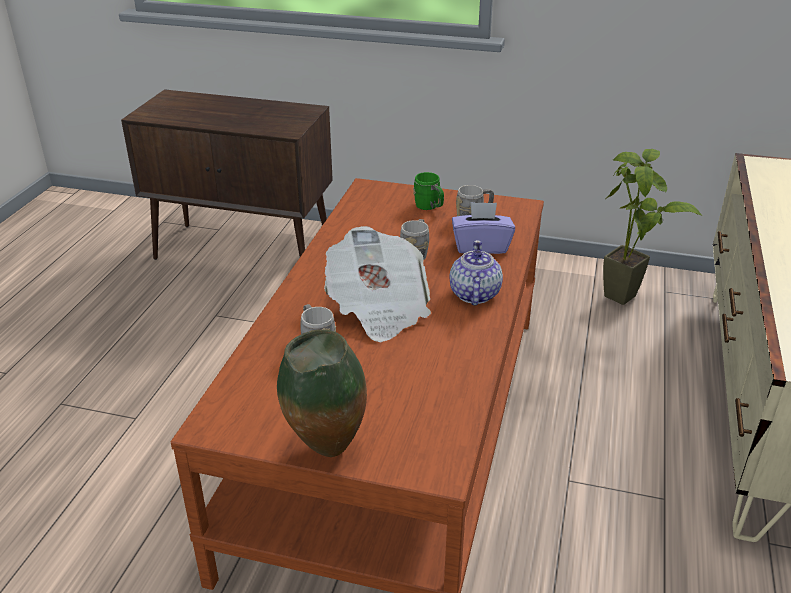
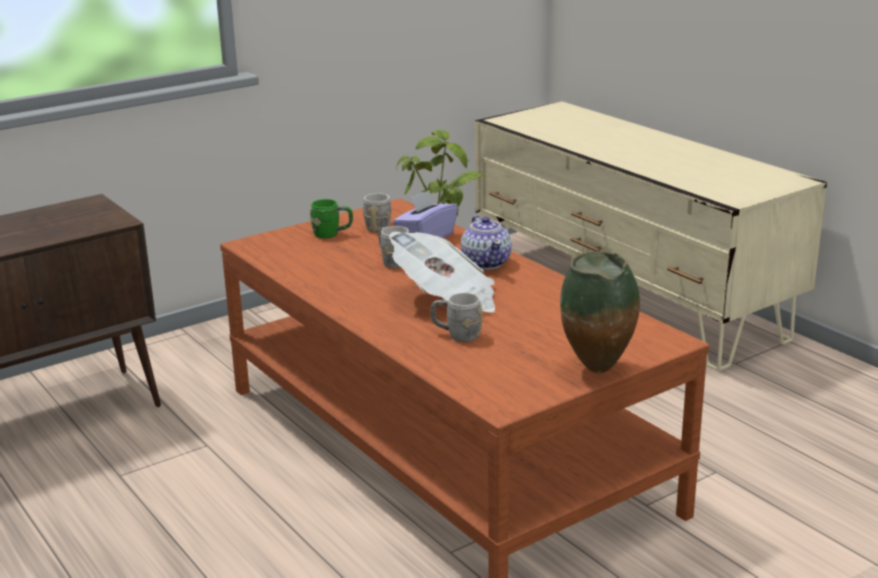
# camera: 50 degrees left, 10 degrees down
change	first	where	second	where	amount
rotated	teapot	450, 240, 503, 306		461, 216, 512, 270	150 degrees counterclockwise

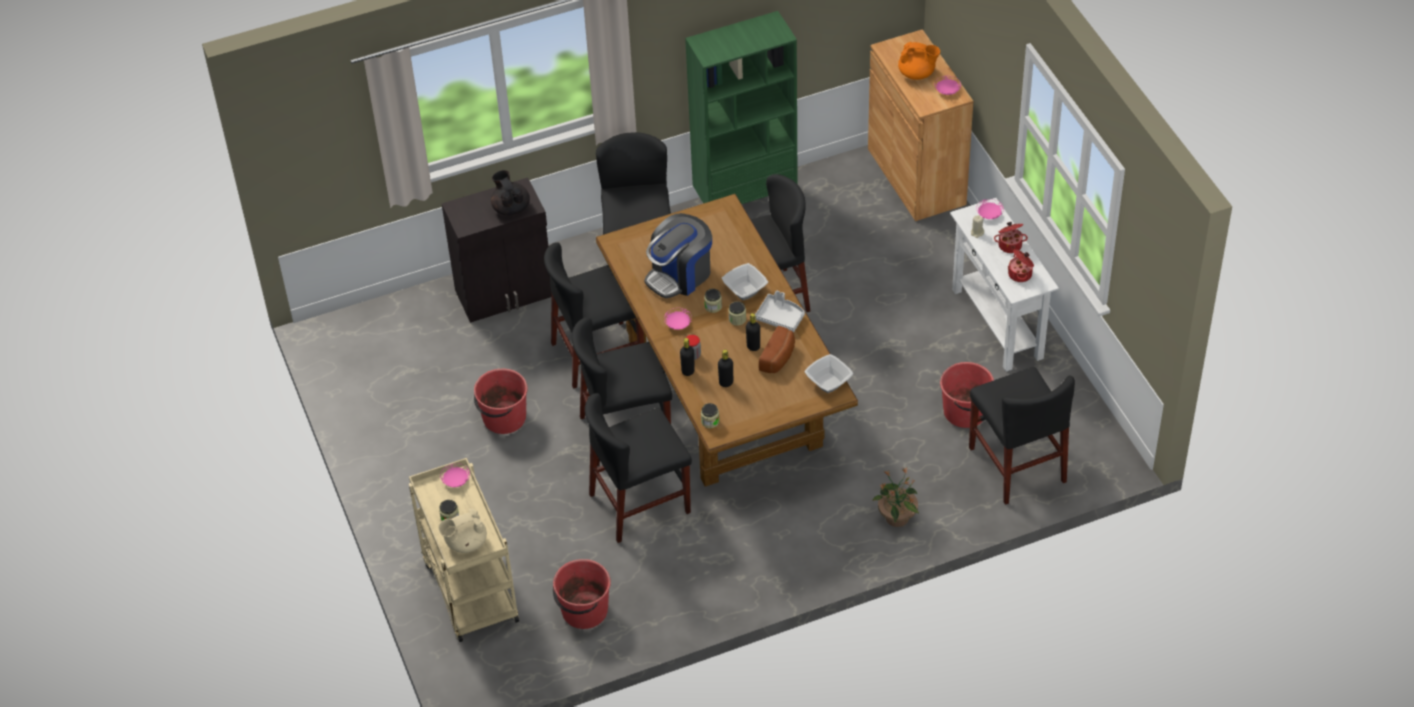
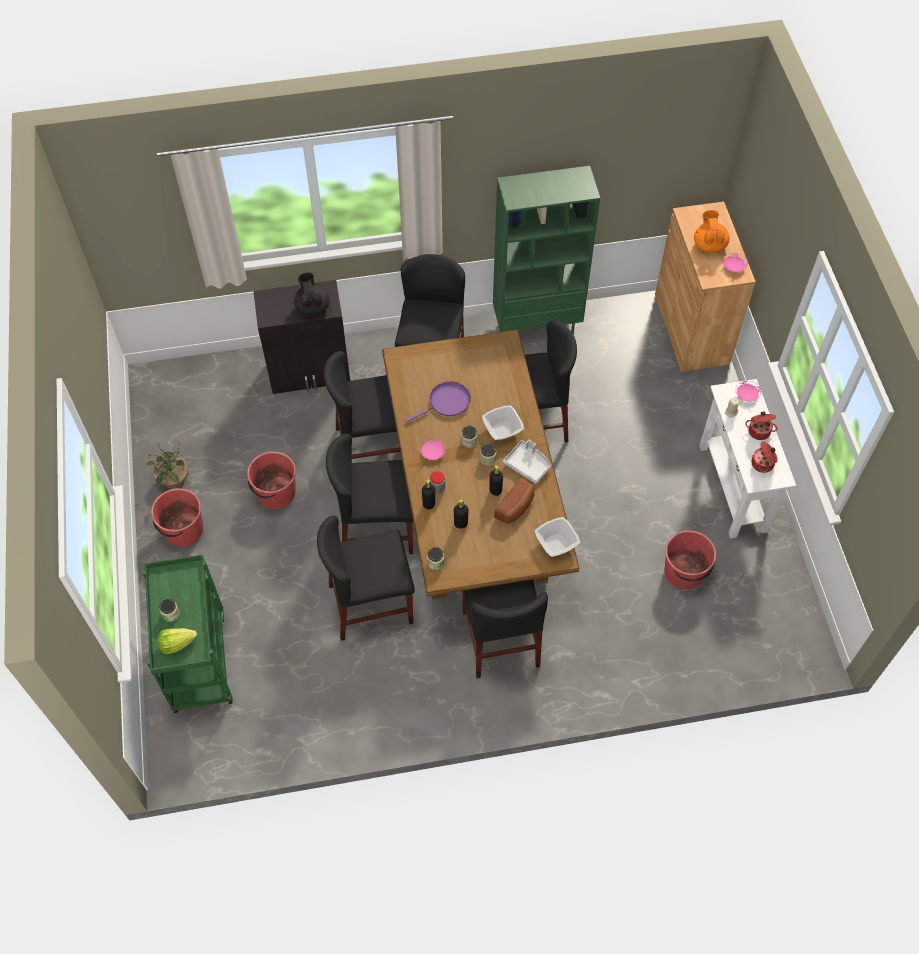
# camera: 10 degrees right, 10 degrees up
change	first	where	second	where	amount
repainted	cart (beige)	409, 458, 519, 642	cart (green)	142, 555, 233, 713	
swapped	teapot (beige)	439, 509, 487, 553	lettuce	157, 628, 197, 654	
gone	plate (pink)	440, 463, 470, 487			
shifted	bucket (red)	553, 559, 611, 629		151, 488, 203, 547	
swapped	coffee machine	644, 213, 712, 299	frying pan (purple)	405, 382, 471, 422	
shifted	potted plant	873, 468, 919, 527		146, 441, 189, 489	
rotated	teapot (orange)	898, 42, 940, 80		694, 210, 730, 253	120 degrees counterclockwise
shifted	chair (black)	969, 367, 1075, 505		462, 579, 548, 679	

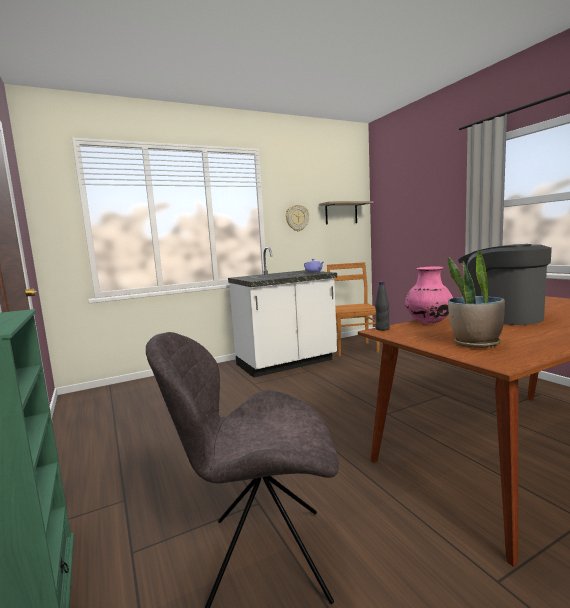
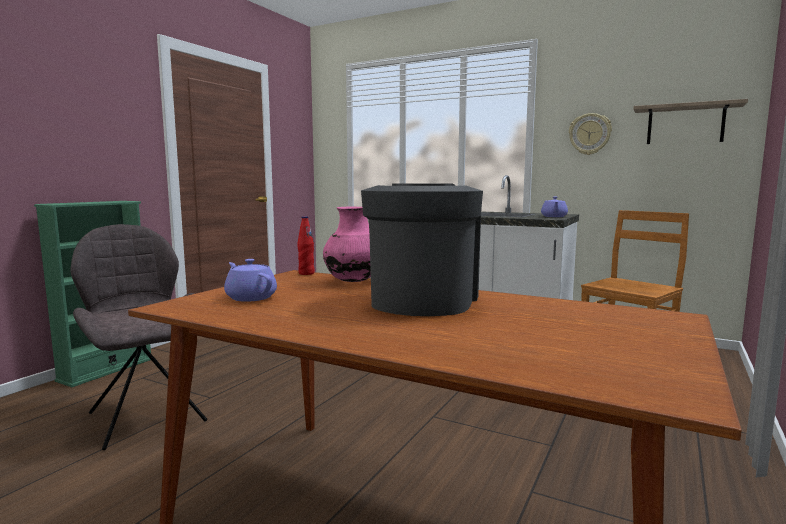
# camera: 55 degrees right, 0 degrees up
change	first	where	second	where	amount
repainted	bottle (black)	375, 281, 390, 331	bottle (red)	297, 216, 315, 275	
swapped	potted plant	448, 251, 505, 348	teapot (purple)	224, 259, 277, 302	

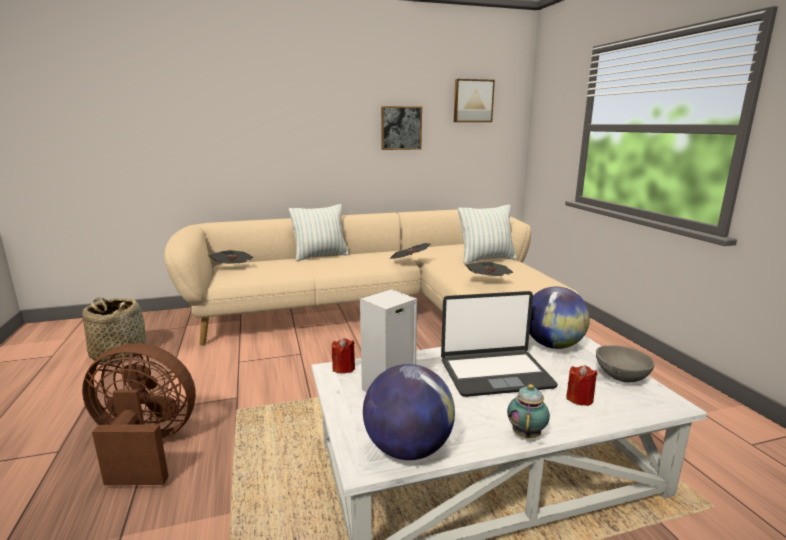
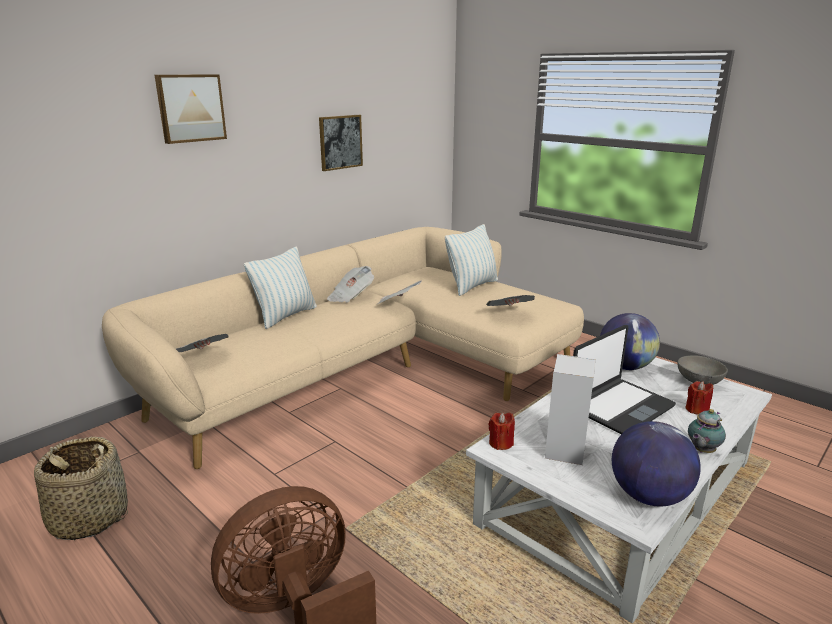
# camera: 30 degrees left, 5 degrees up
change	first	where	second	where	amount
shifted	picture	454, 79, 495, 122		155, 74, 227, 144	
rotated	teapot	507, 384, 550, 438		688, 409, 726, 453	120 degrees counterclockwise
new			newspaper	327, 266, 374, 303	

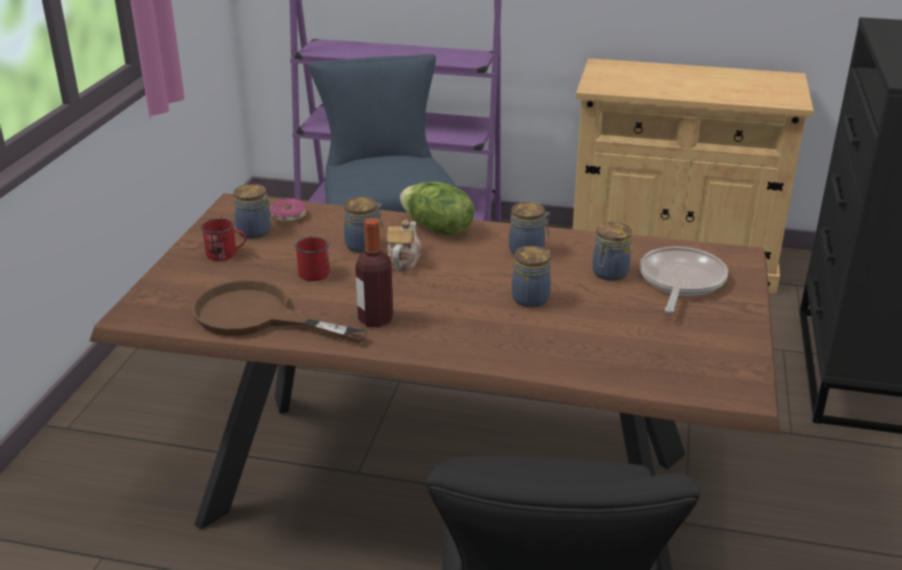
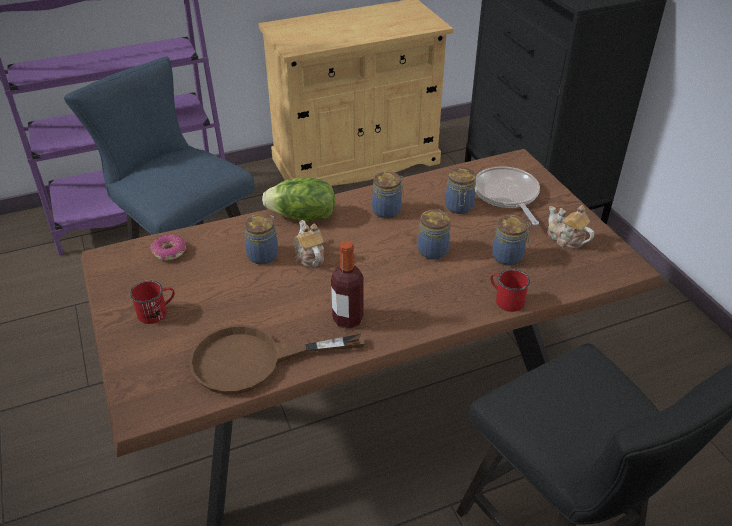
# camera: 35 degrees left, 10 degrees up
change	first	where	second	where	amount
shifted	jar	233, 184, 272, 239		492, 215, 531, 266	
shifted	mug (red)	295, 236, 330, 281		490, 269, 530, 312	
new			teapot	547, 205, 594, 248	

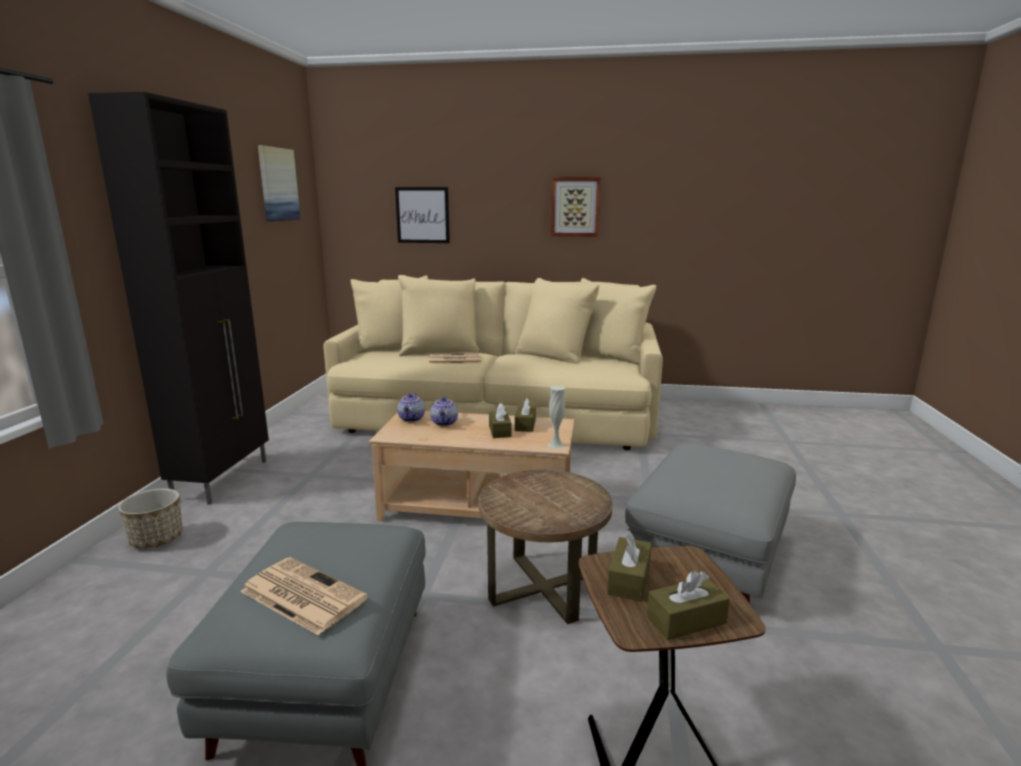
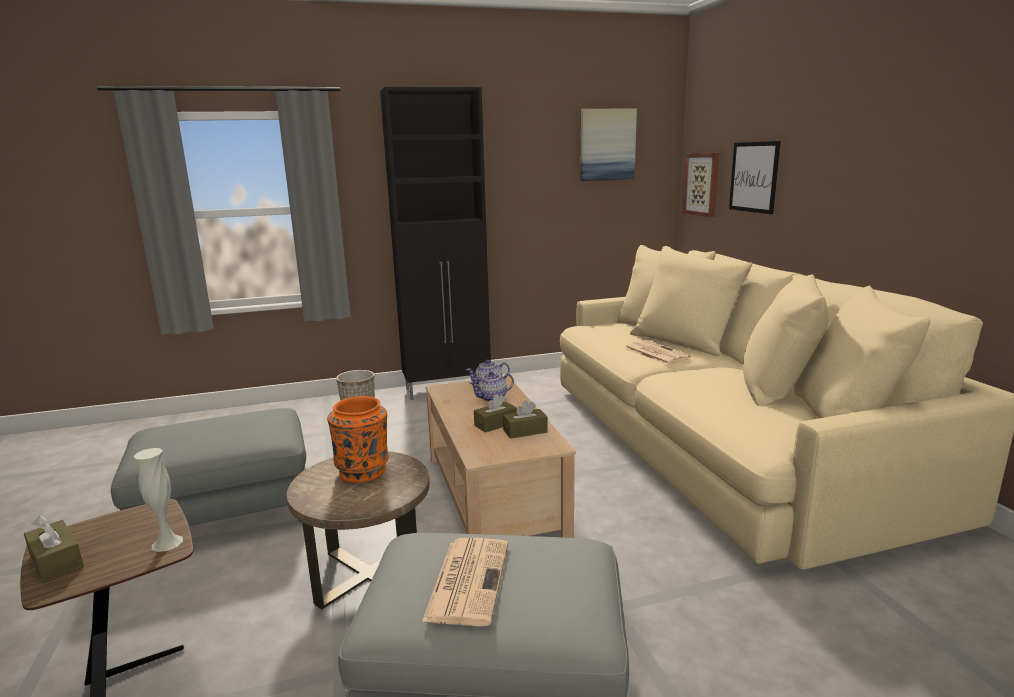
# camera: 65 degrees right, 0 degrees up
change	first	where	second	where	amount
shifted	newspaper	240, 557, 368, 636		422, 538, 508, 626	
shifted	vase (white)	547, 386, 565, 449		133, 448, 183, 552	
shifted	picture	551, 177, 601, 237		682, 153, 719, 217	
gone	tissue box (brown)	607, 530, 652, 602			
new			vase (orange)	327, 396, 389, 483	

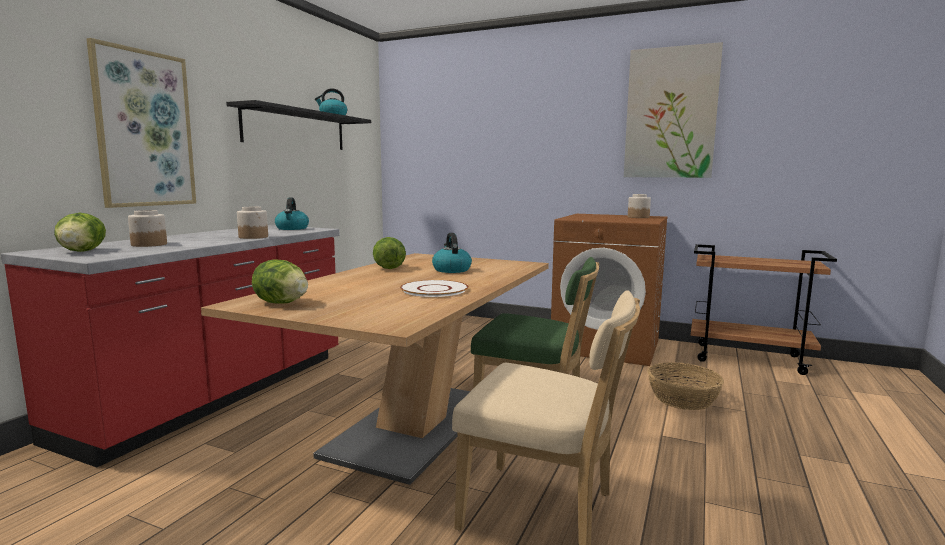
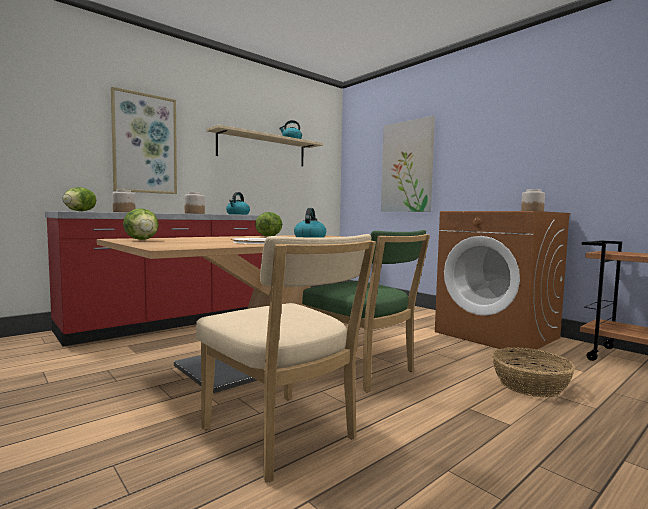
# camera: 25 degrees right, 5 degrees down
change	first	where	second	where	amount
repainted	shelf (black)	226, 100, 371, 150	shelf (beige)	207, 124, 323, 167	
shifted	picture	624, 42, 723, 178		381, 116, 435, 212	

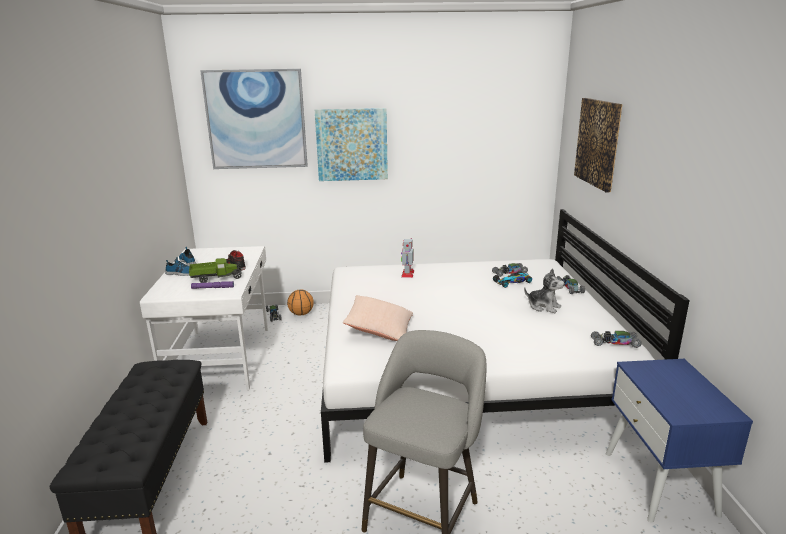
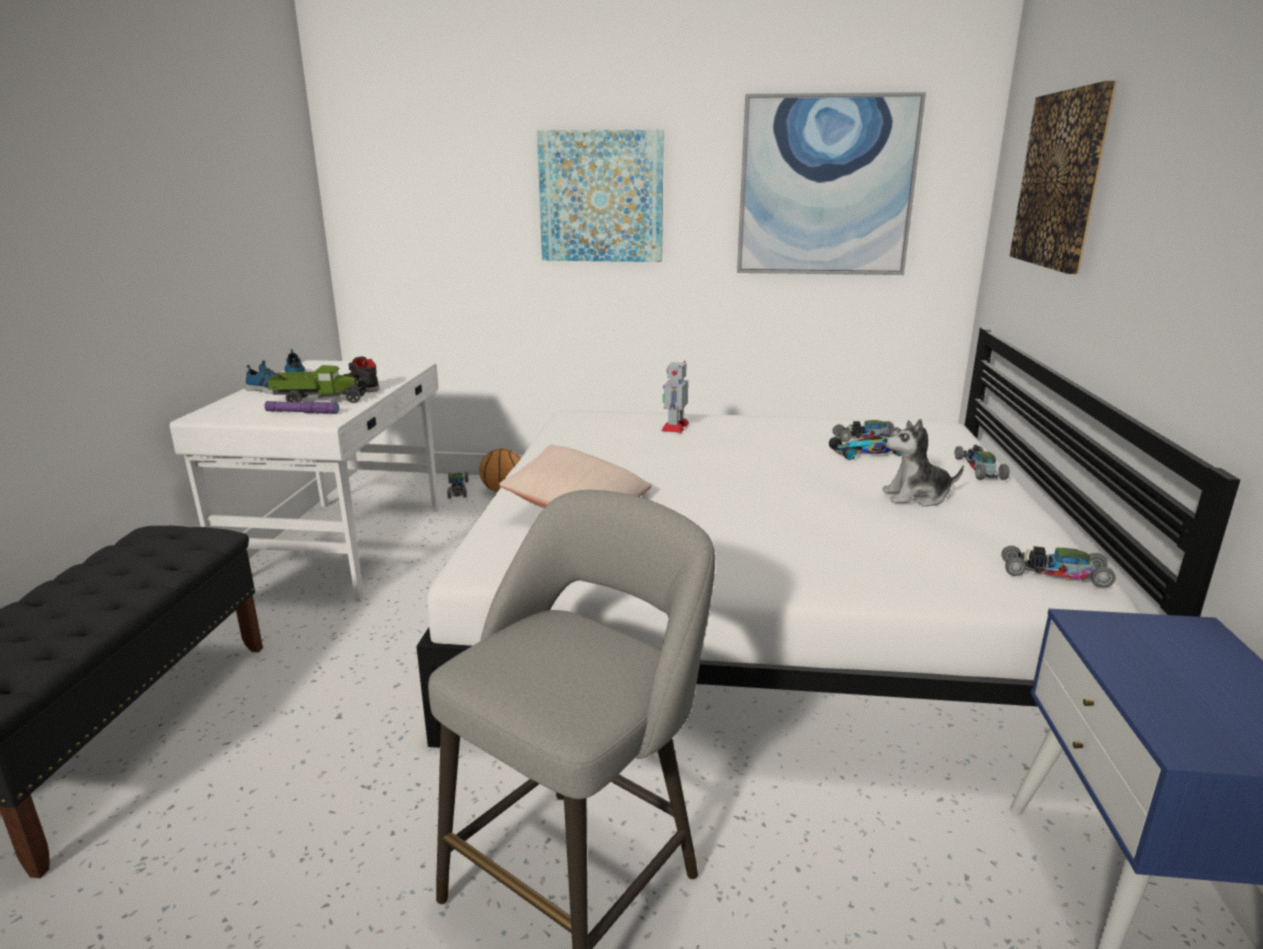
# camera: 10 degrees right, 0 degrees up
change	first	where	second	where	amount
shifted	picture	200, 69, 308, 169		737, 92, 926, 275	
rotated	plush toy	524, 268, 565, 313		882, 419, 964, 507	135 degrees clockwise

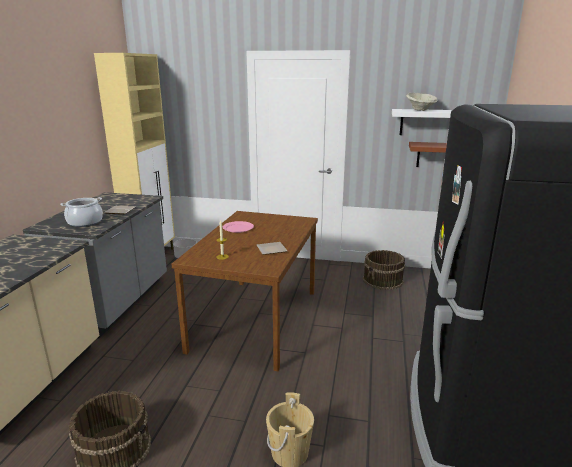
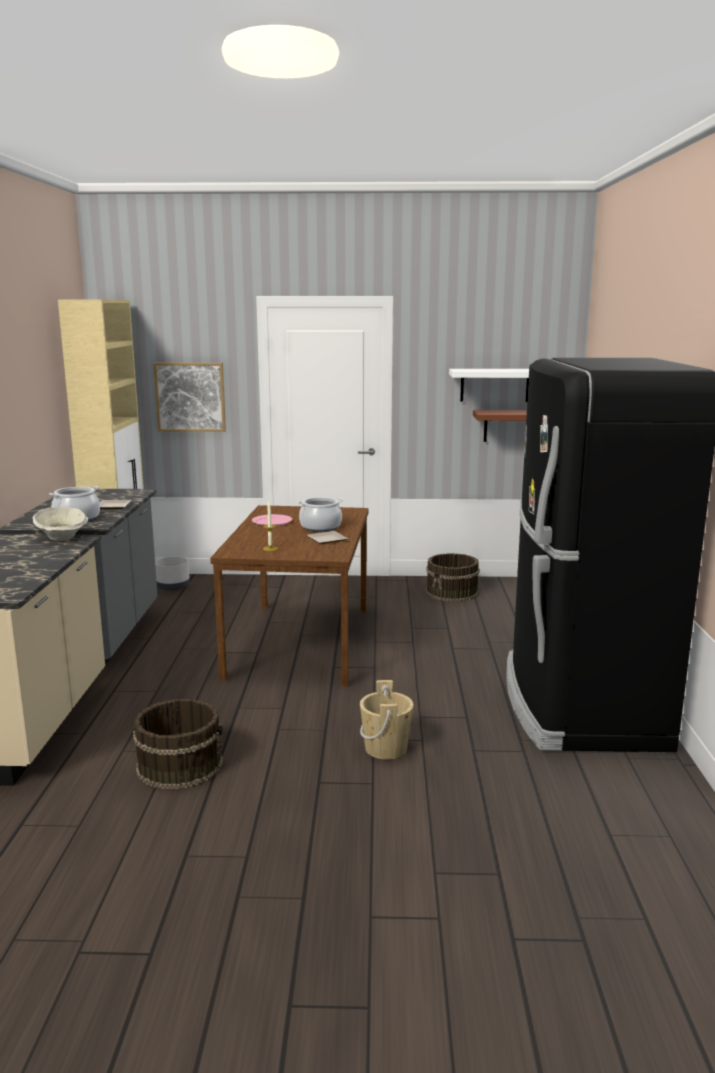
# camera: 10 degrees left, 5 degrees down
change	first	where	second	where	amount
shifted	bowl (beige)	406, 93, 438, 111		33, 507, 88, 541	
new			picture	153, 363, 226, 432	
new			cooking pot	297, 497, 344, 532	

